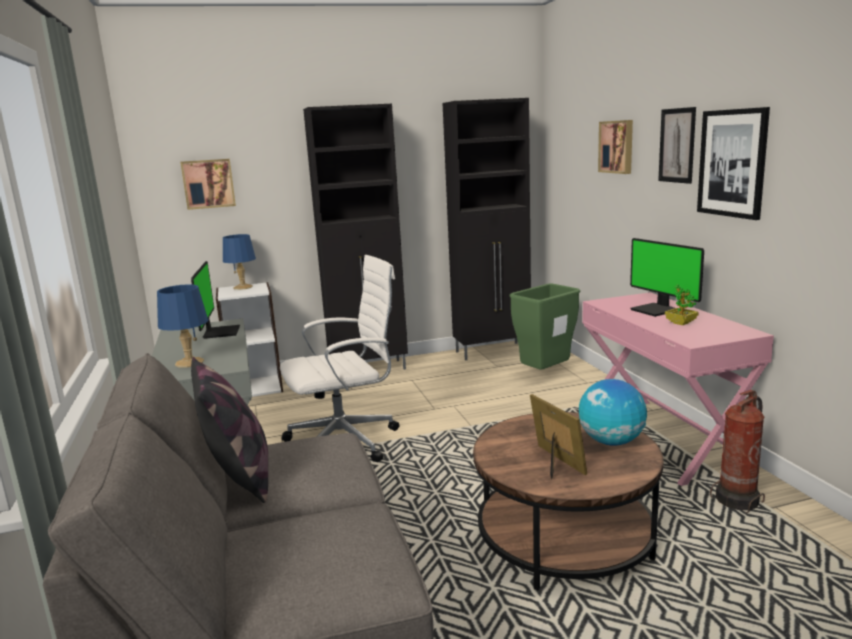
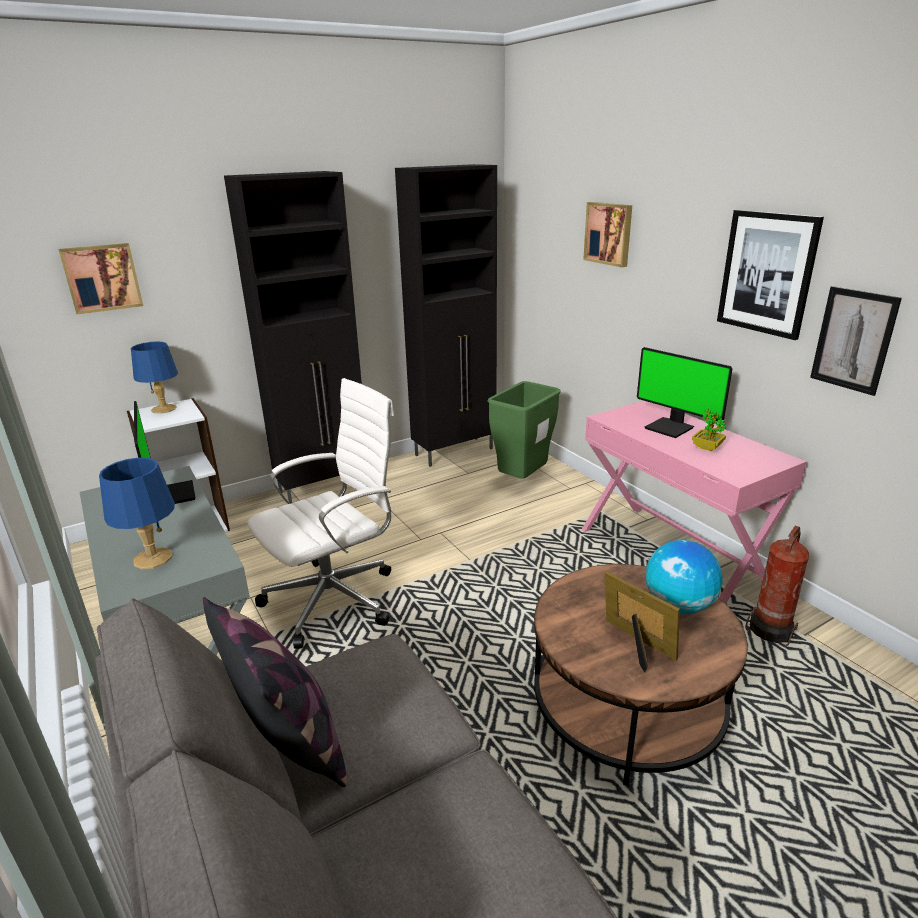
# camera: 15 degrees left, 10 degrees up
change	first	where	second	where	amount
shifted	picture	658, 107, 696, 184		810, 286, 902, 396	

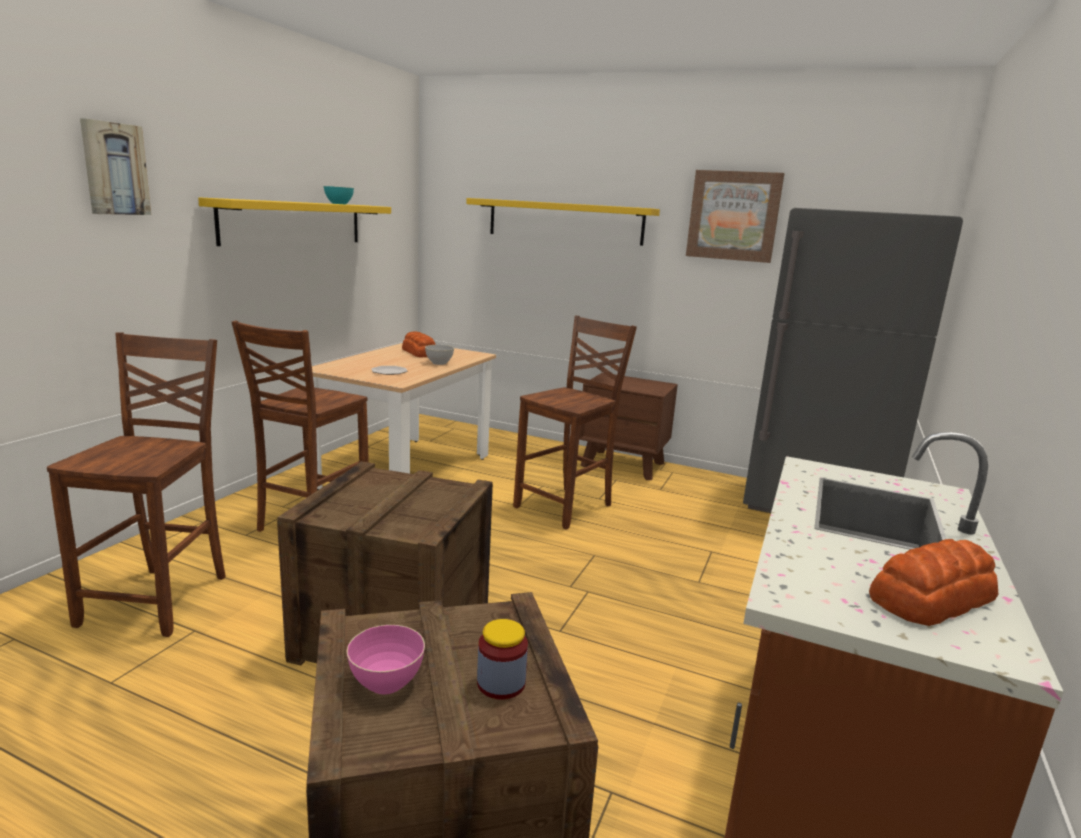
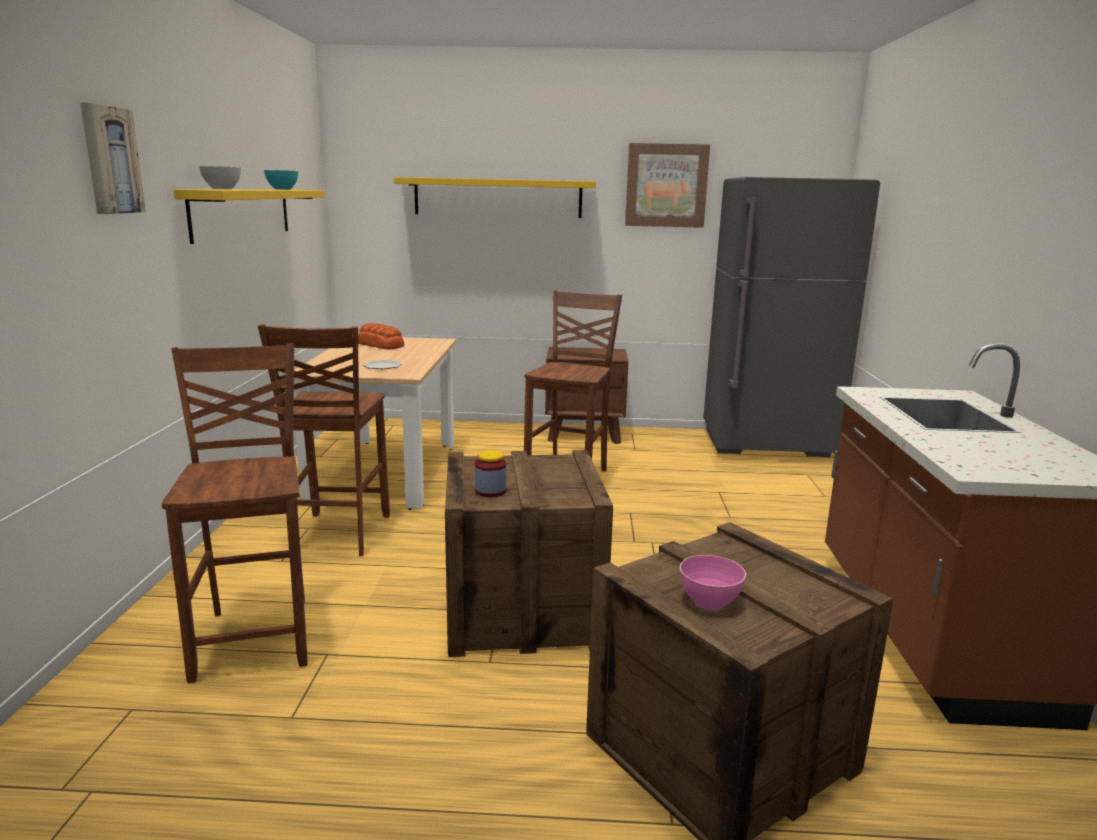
# camera: 20 degrees left, 0 degrees up
change	first	where	second	where	amount
shifted	bowl (grey)	425, 345, 454, 365		199, 166, 241, 189	
shifted	jar	477, 619, 528, 700		475, 450, 506, 497	
gone	bread	869, 539, 998, 626			

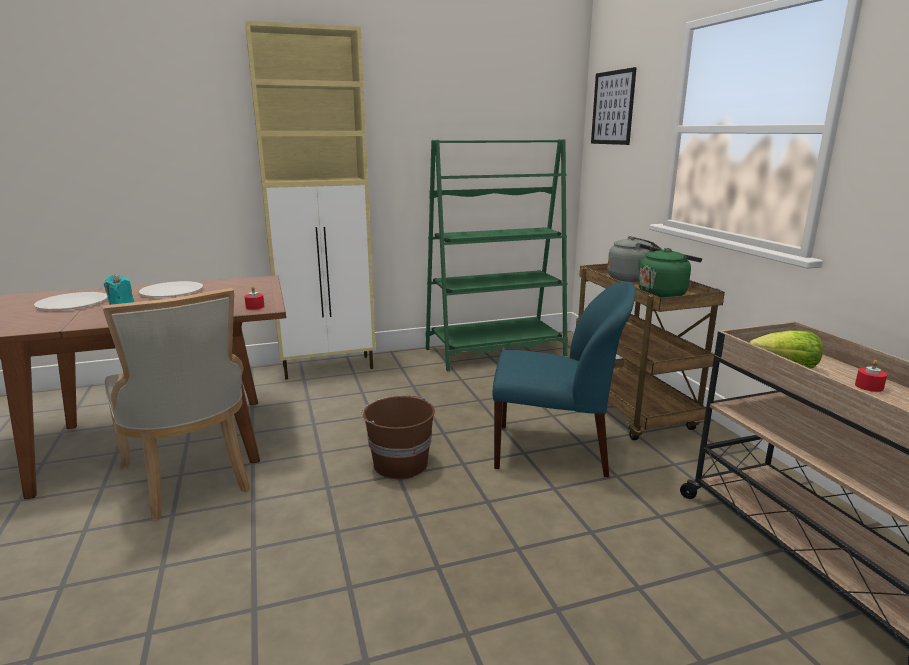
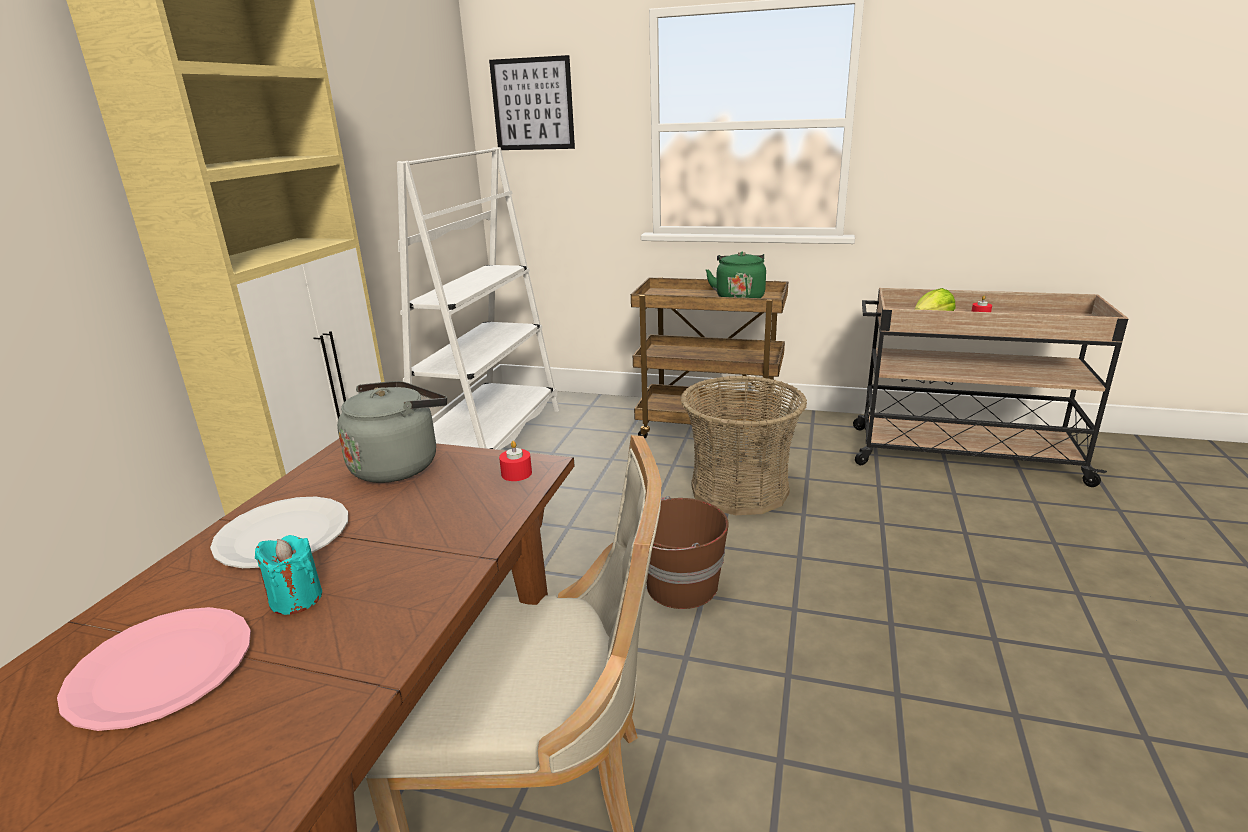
# camera: 55 degrees left, 5 degrees up
change	first	where	second	where	amount
repainted	plate (white)	34, 292, 108, 310	plate (pink)	57, 607, 251, 731	
repainted	bookcase (green)	426, 139, 568, 371	bookcase (white)	397, 147, 560, 450	
swapped	chair (blue)	492, 282, 636, 477	basket	681, 375, 807, 515	
shifted	kettle (grey)	608, 236, 661, 282		337, 381, 447, 483	

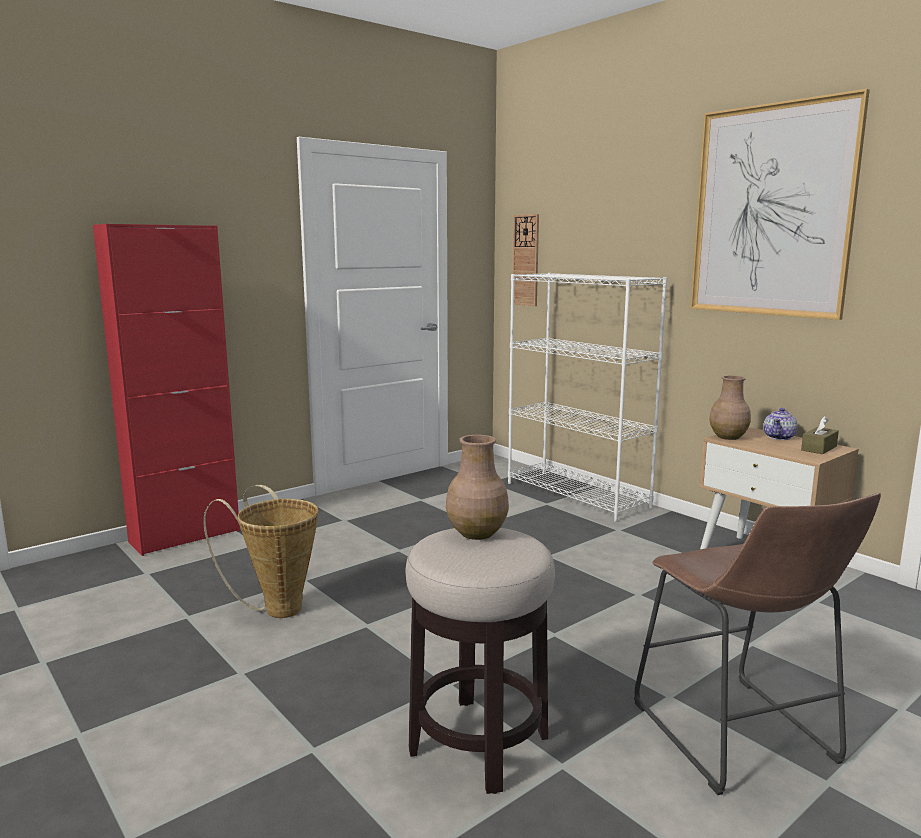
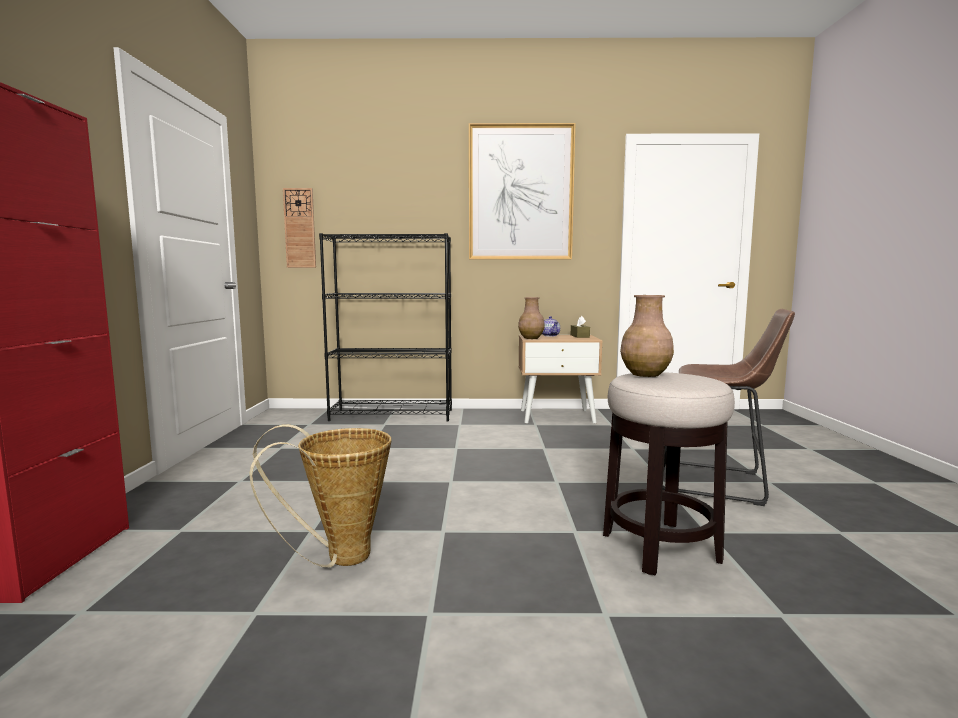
# camera: 50 degrees left, 5 degrees down
change	first	where	second	where	amount
repainted	bookcase (white)	508, 273, 668, 522	bookcase (black)	319, 233, 452, 422	

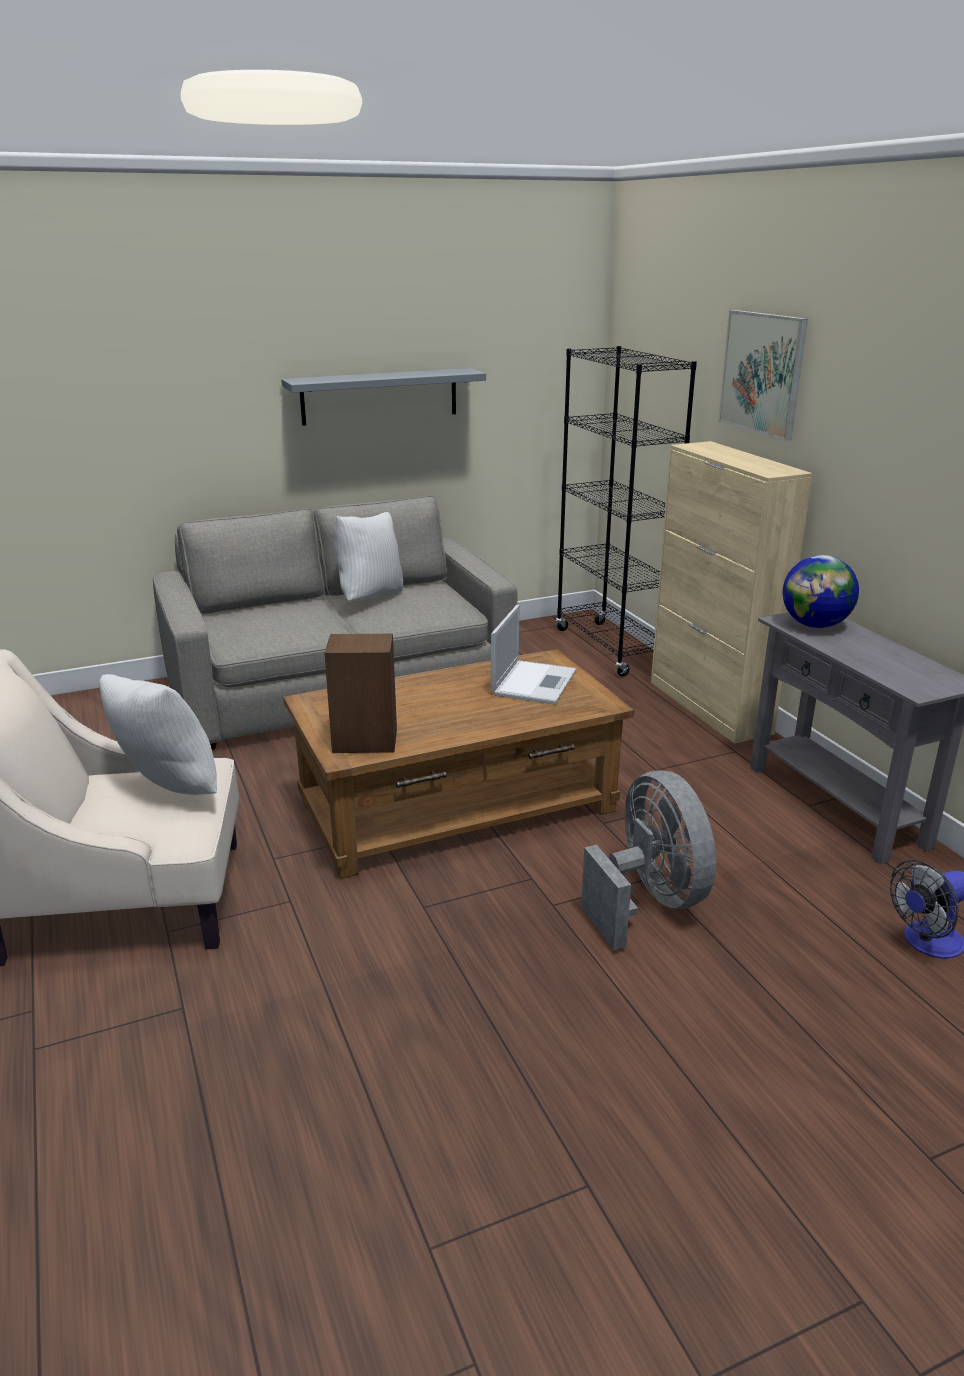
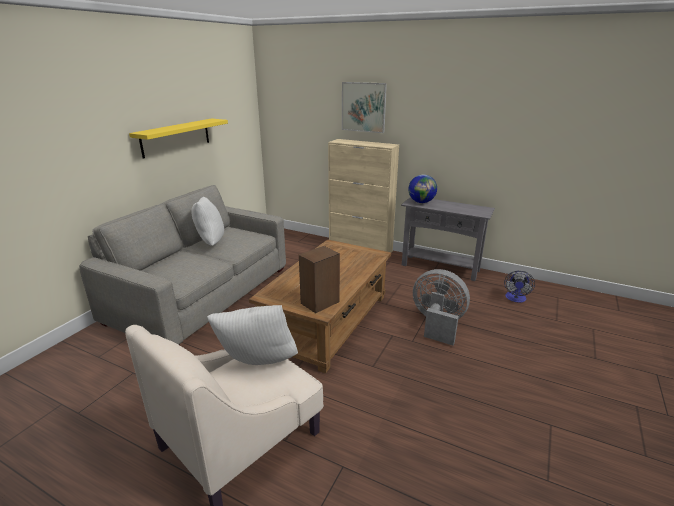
# camera: 40 degrees left, 0 degrees up
change	first	where	second	where	amount
repainted	shelf (grey)	281, 368, 486, 426	shelf (yellow)	129, 118, 228, 159	
gone	laptop	491, 605, 576, 705			
gone	bookcase (black)	556, 346, 697, 676			

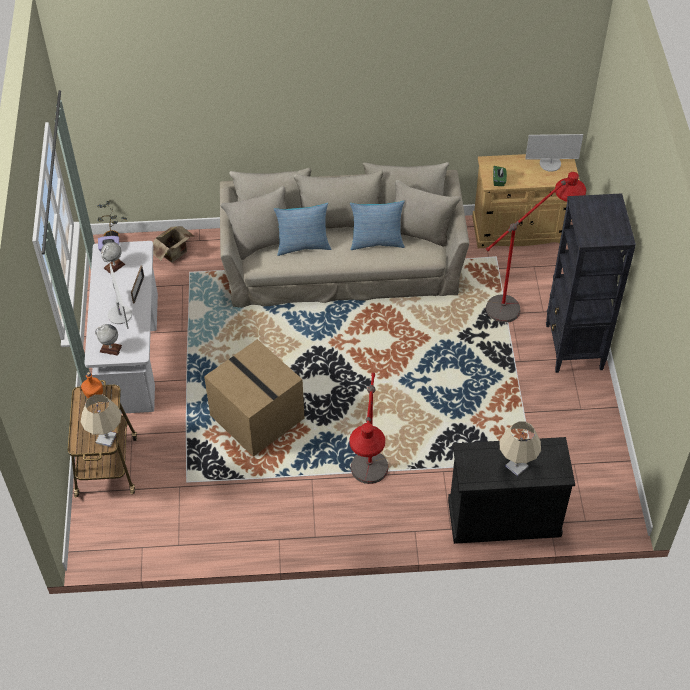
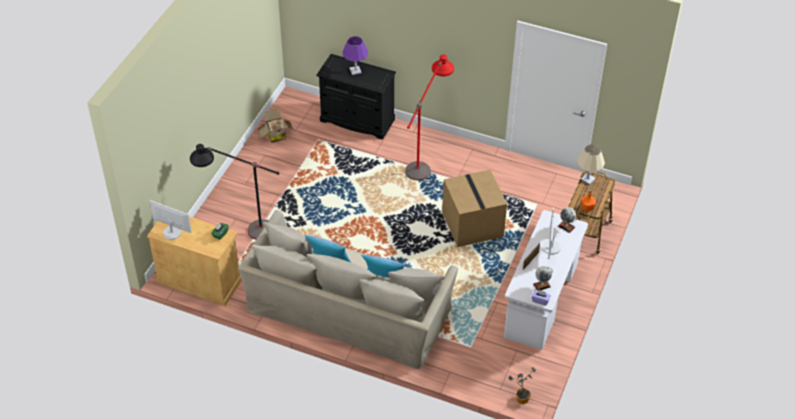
# camera: 155 degrees left, 5 degrees down
change	first	where	second	where	amount
shifted	cardboard box	153, 226, 195, 263		257, 109, 294, 143	
repainted	floor lamp (red)	486, 172, 586, 323	floor lamp (black)	190, 144, 279, 240	
repainted	table lamp (beige)	499, 421, 541, 476	table lamp (purple)	343, 36, 368, 75	
gone	bookcase (black)	546, 193, 636, 373			

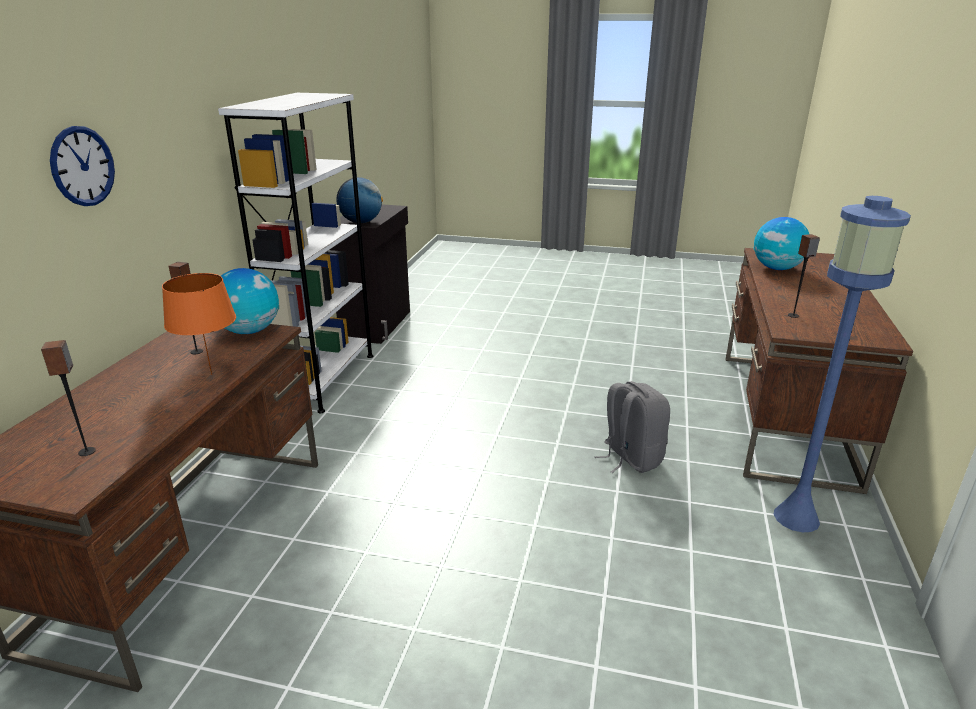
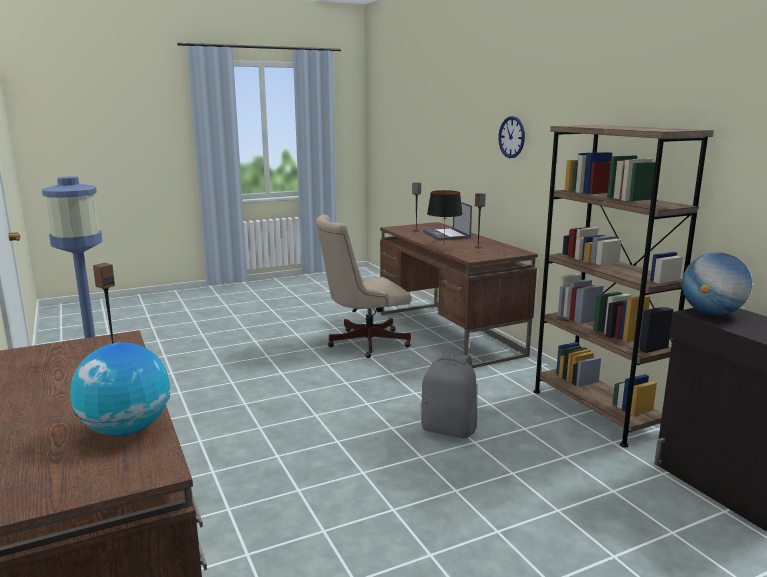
# camera: 140 degrees right, 10 degrees down
change	first	where	second	where	amount
repainted	table lamp (orange)	162, 273, 236, 375	table lamp (black)	427, 190, 463, 236	
repainted	bookcase (white)	218, 93, 374, 413	bookcase (brown)	534, 125, 714, 448	
gone	globe	221, 268, 279, 334			
shifted	backpack (grey)	595, 381, 670, 473		421, 352, 477, 439	
new			office chair (beige)	315, 214, 411, 358	
new			laptop	423, 202, 472, 240	

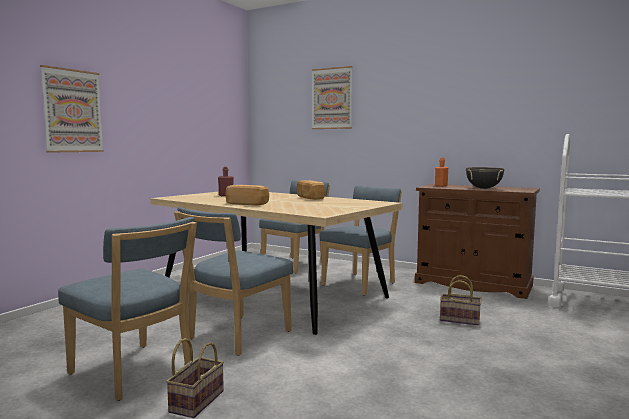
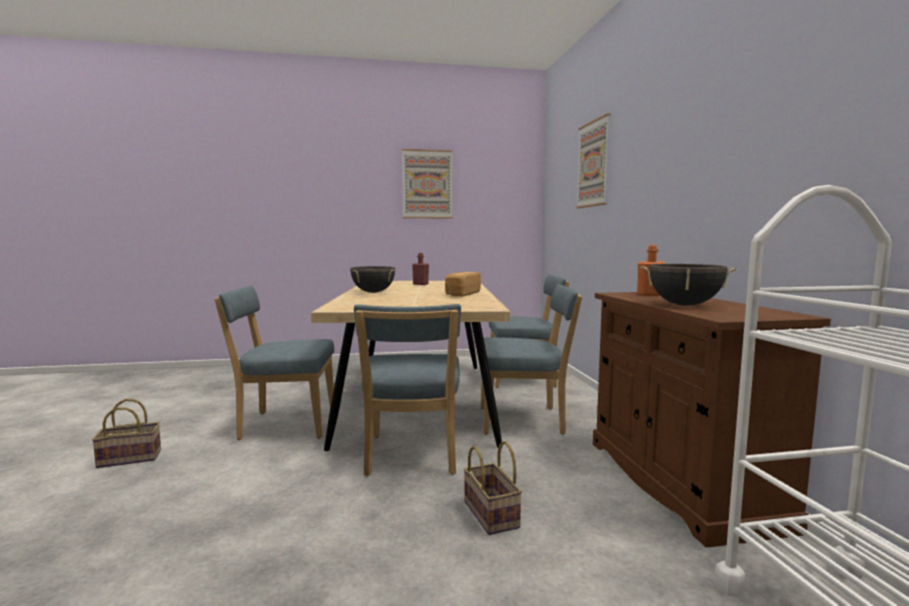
# camera: 50 degrees right, 0 degrees up
change	first	where	second	where	amount
shifted	picture	40, 65, 104, 153		402, 149, 452, 219	
shifted	chair (blue)	58, 217, 197, 401		354, 304, 461, 476	
swapped	bread	226, 185, 269, 205	cooking pot (black)	350, 266, 395, 293	

